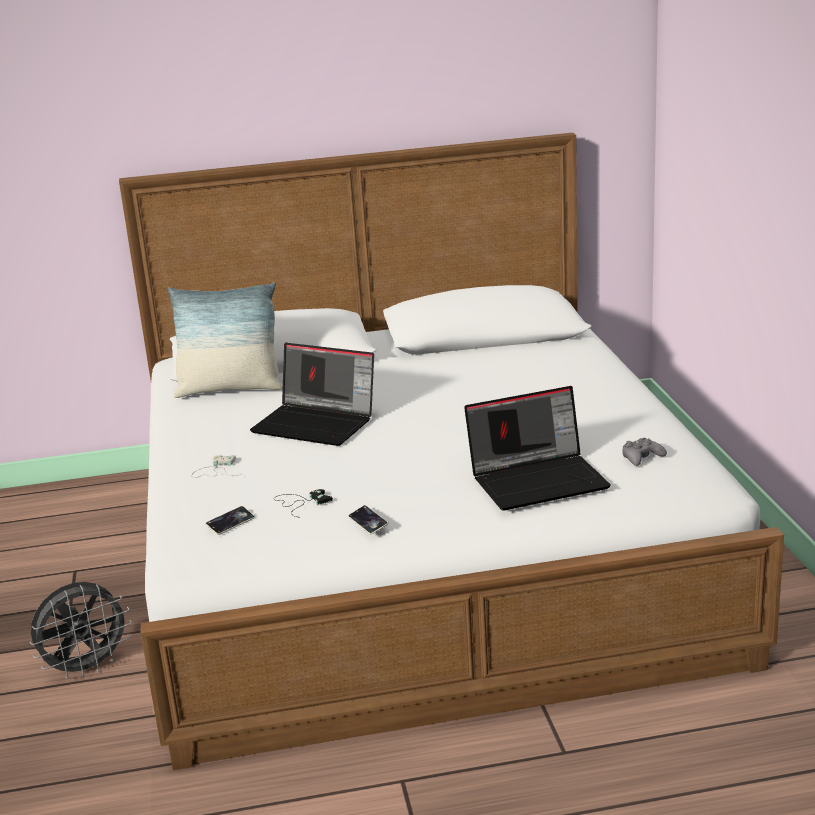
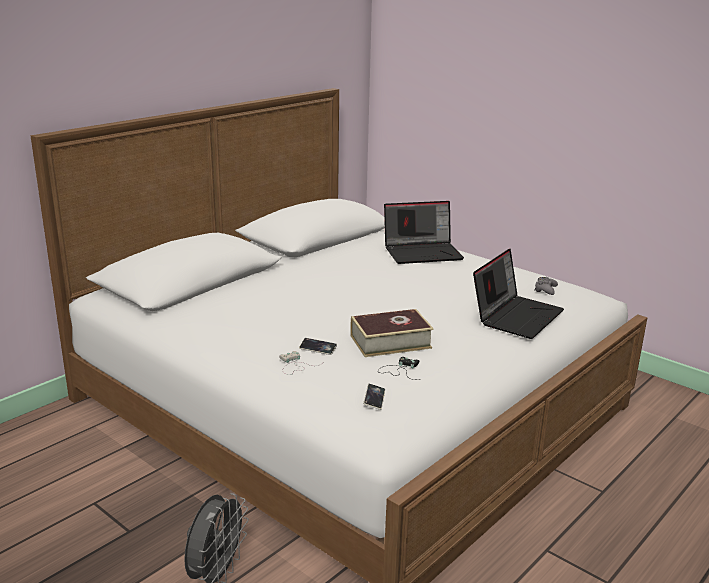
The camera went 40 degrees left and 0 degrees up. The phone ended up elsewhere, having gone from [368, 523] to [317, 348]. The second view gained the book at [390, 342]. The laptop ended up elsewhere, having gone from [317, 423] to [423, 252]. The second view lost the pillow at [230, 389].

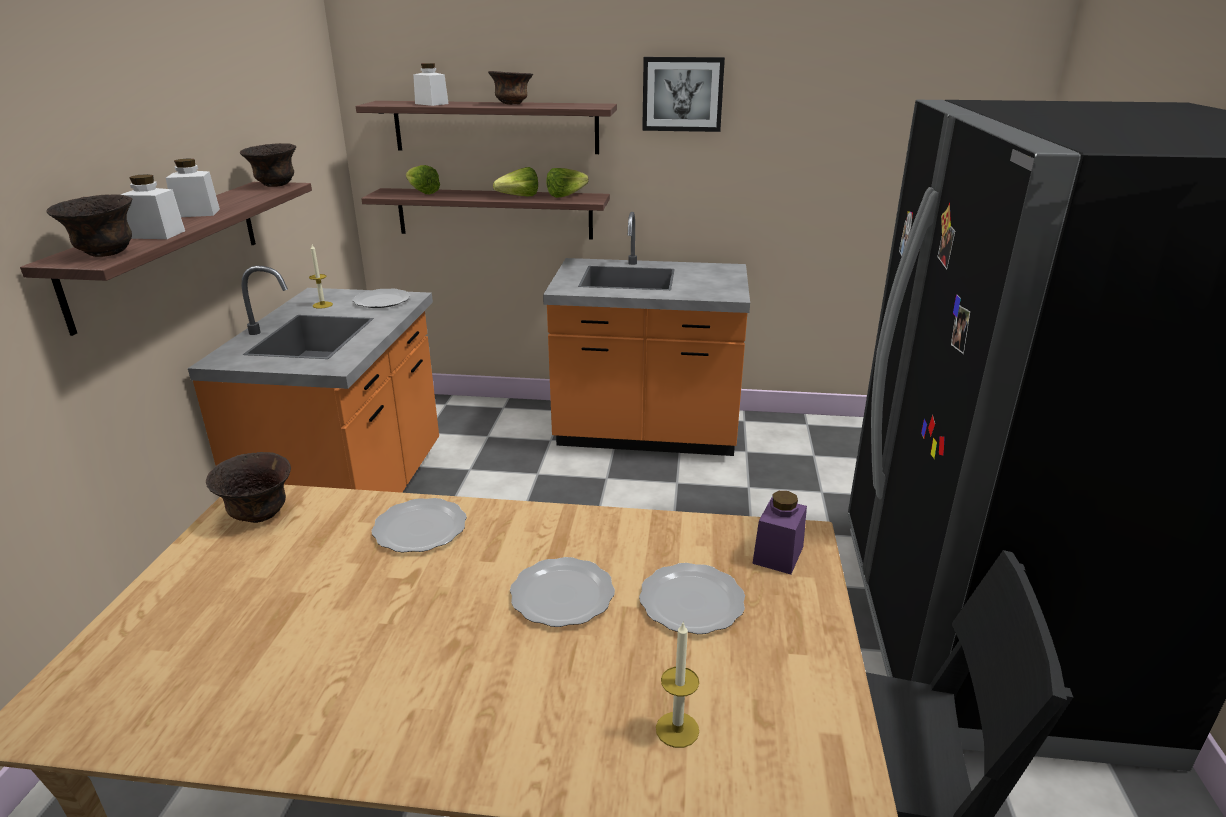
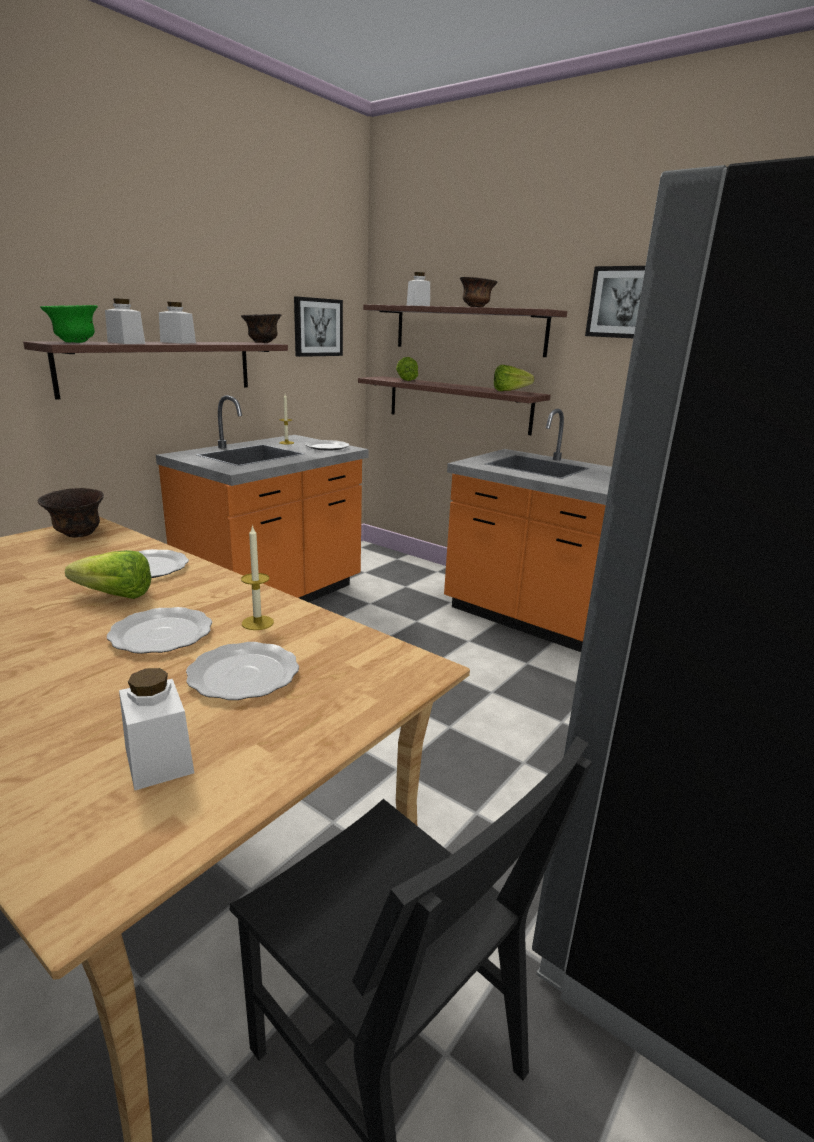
The camera went 30 degrees right and 5 degrees down. What was the bowl (brown) at [105, 253] turned into the bowl (green) at [75, 342]. The lettuce ended up elsewhere, having gone from [515, 197] to [110, 595]. The second view gained the jar (white) at [159, 760]. The candle ended up elsewhere, having gone from [677, 729] to [257, 623]. The second view gained the picture at [317, 327]. The second view lost the jar (purple) at [778, 555].

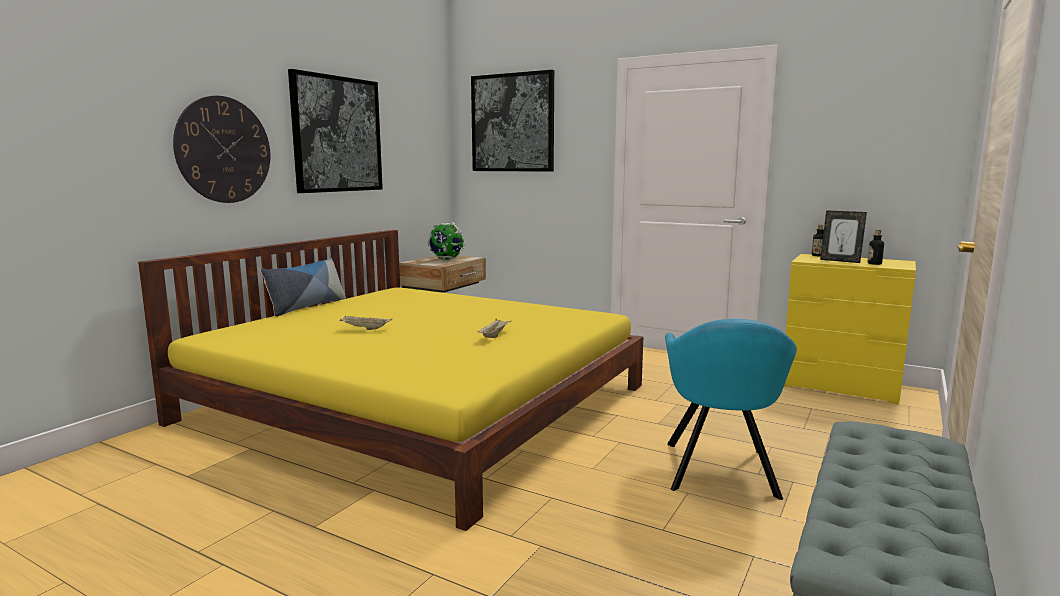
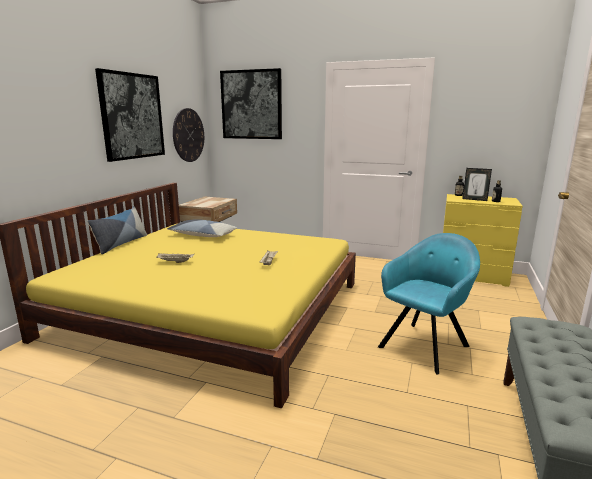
The camera went 10 degrees left and 5 degrees up. The second view gained the pillow at [203, 235]. The wall clock ended up elsewhere, having gone from [224, 150] to [188, 135]. The armchair (turquoise) at [720, 472] ended up facing another way, 135 degrees counterclockwise from before. The second view lost the globe at [446, 259].

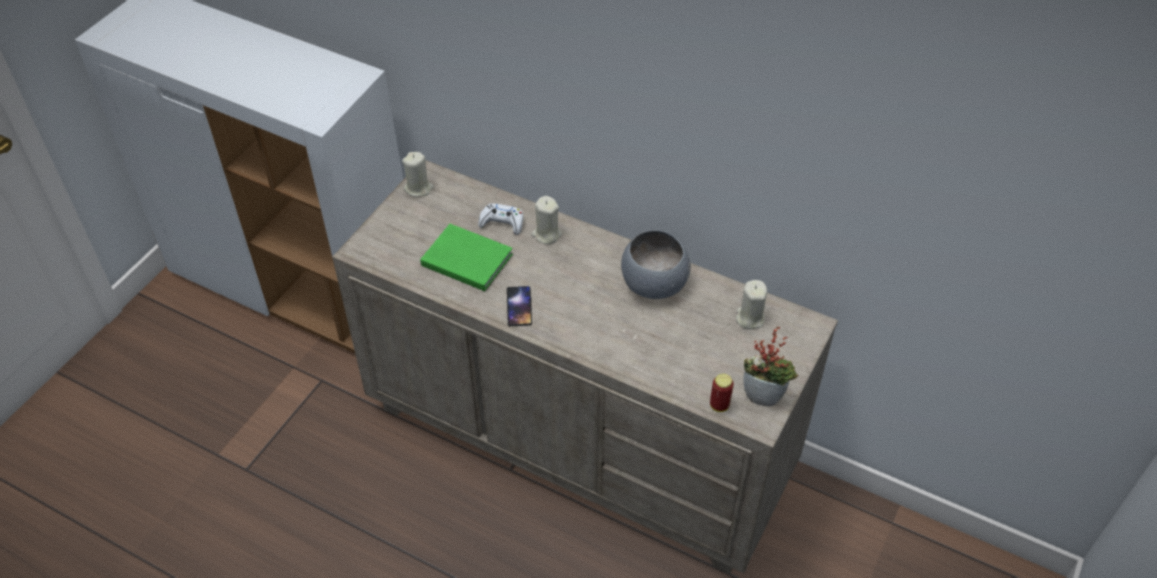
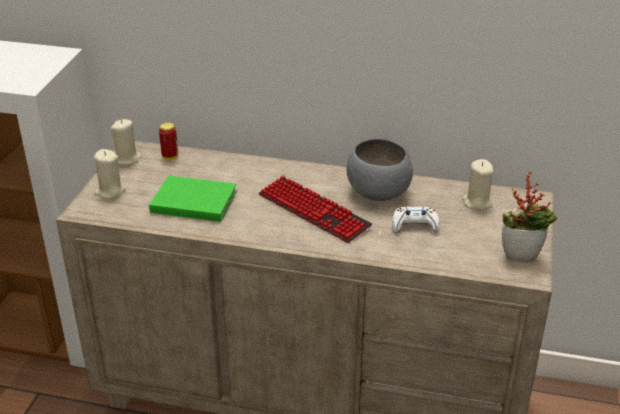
The camera went 15 degrees left and 15 degrees down. The candle (beige) ended up elsewhere, having gone from [546, 234] to [110, 192]. The can ended up elsewhere, having gone from [719, 405] to [170, 157]. The second view gained the keyboard at [313, 211]. The game controller (white) ended up elsewhere, having gone from [502, 223] to [414, 225]. The second view lost the phone at [519, 306].

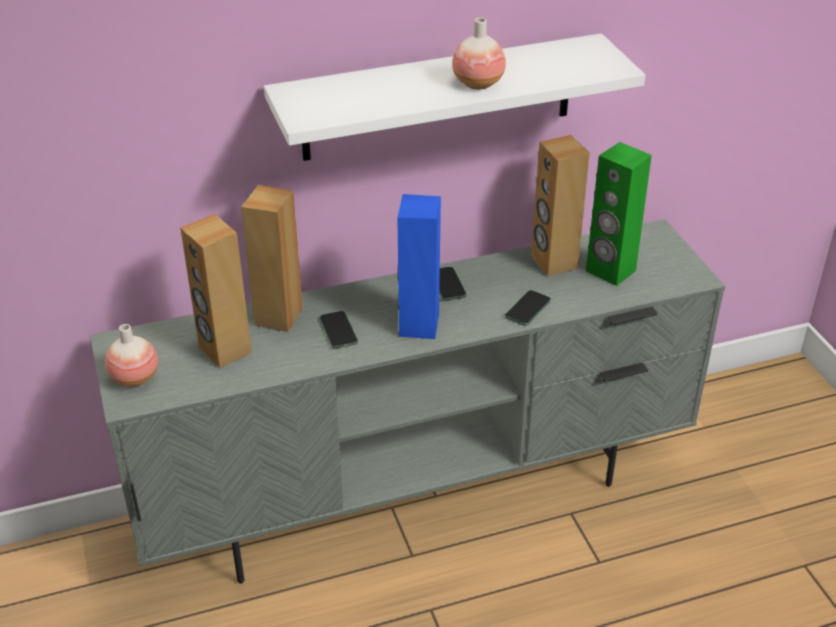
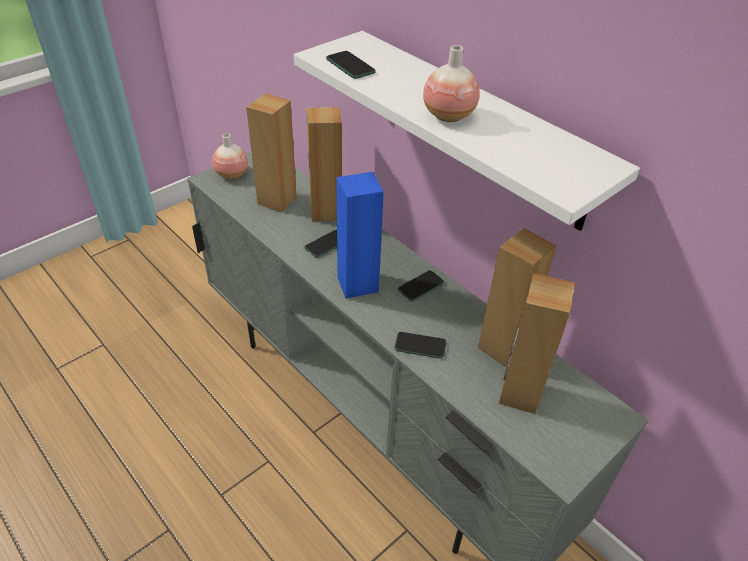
The camera went 65 degrees right and 5 degrees up. The second view gained the phone at [350, 66]. What was the speaker (green) at [610, 271] turned into the speaker (brown) at [519, 393].

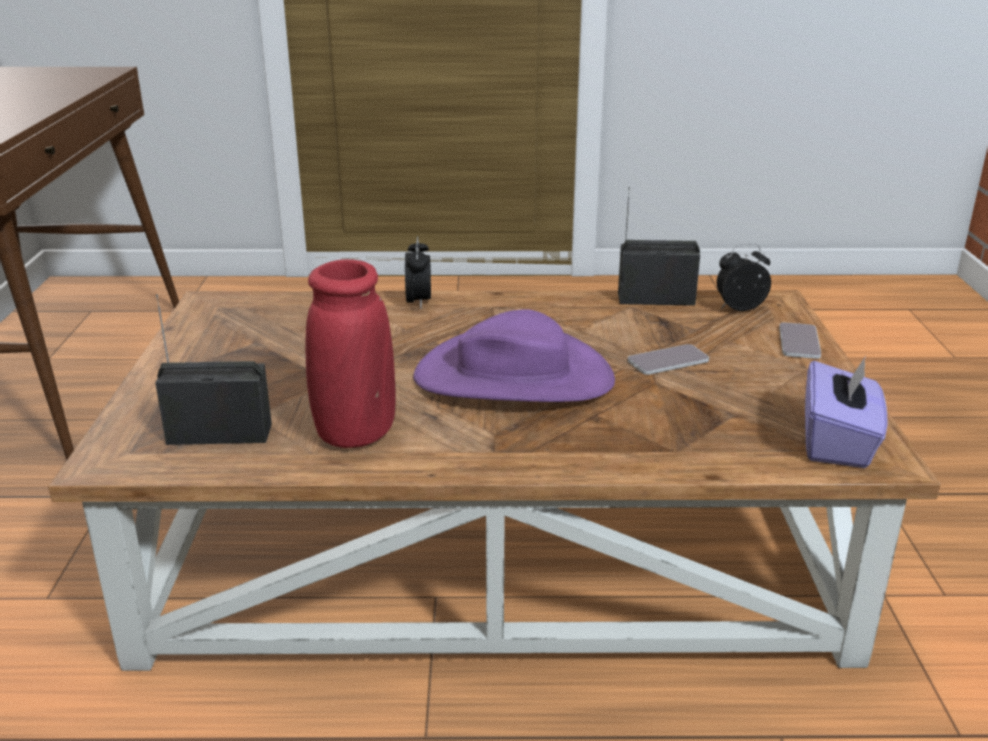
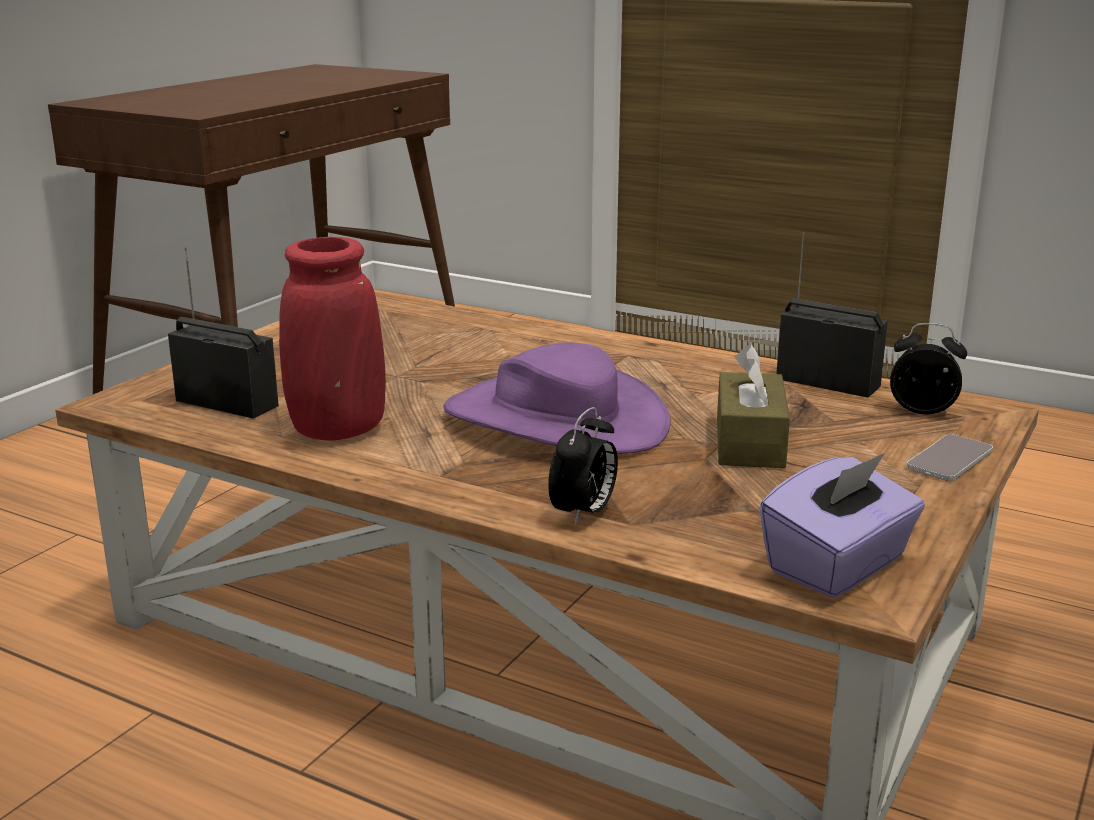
The camera went 30 degrees right and 5 degrees down. The alarm clock ended up elsewhere, having gone from [419, 302] to [583, 514]. Where the phone stood at [668, 361], the tissue box (brown) came to stand at [749, 442].

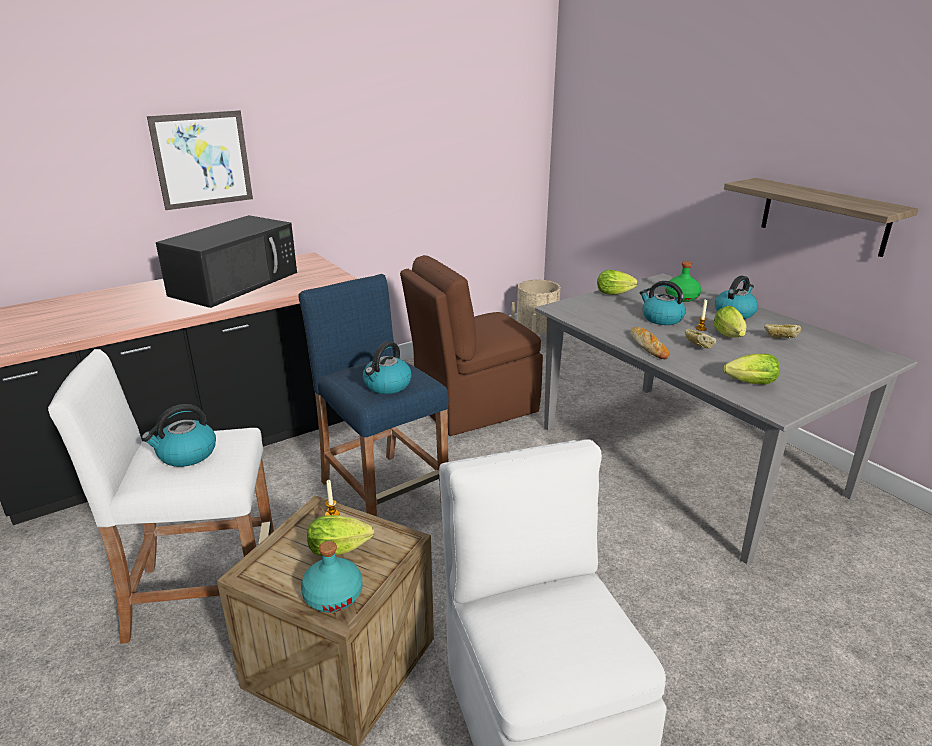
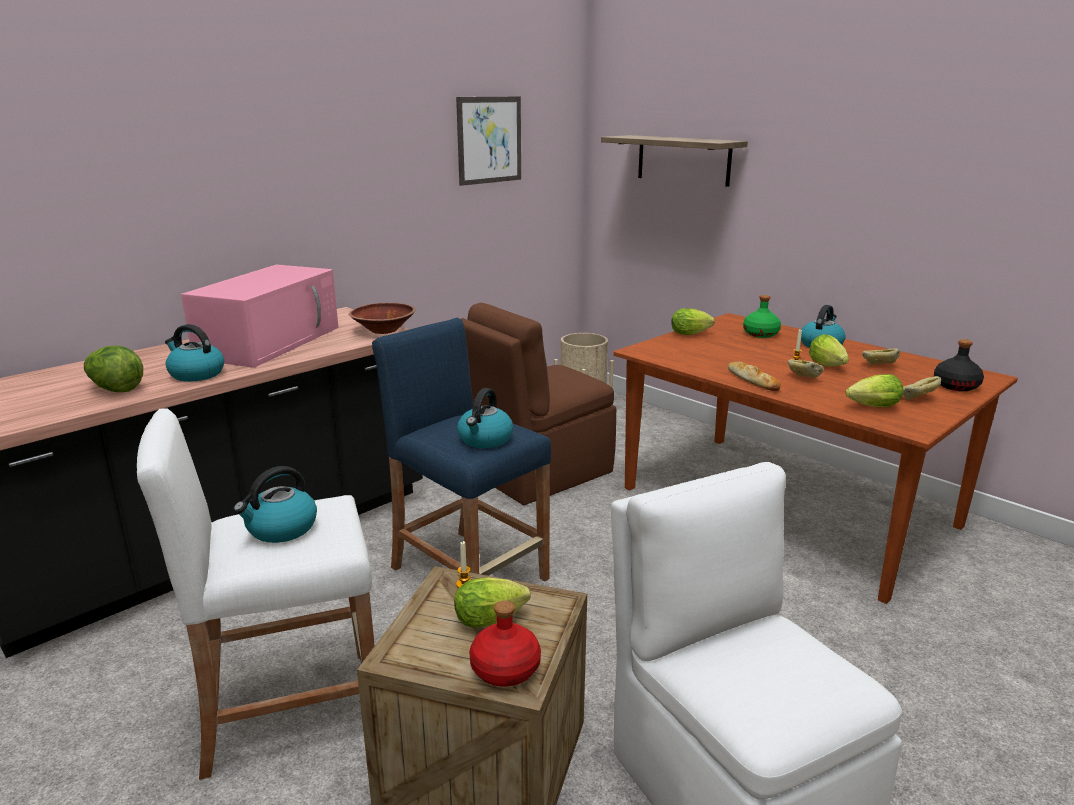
The camera went 10 degrees left and 5 degrees down. The second view gained the lettuce at [115, 389]. The kettle ended up elsewhere, having gone from [661, 319] to [196, 374]. What was the microwave (black) at [236, 283] turned into the microwave (pink) at [271, 341]. The second view gained the bowl (brown) at [384, 330]. The picture ended up elsewhere, having gone from [202, 159] to [489, 140]. What was the bottle (turquoise) at [333, 595] turned into the bottle (red) at [505, 668]. The shelf ended up elsewhere, having gone from [824, 216] to [683, 160]. What was the dining table (grey) at [688, 460] turned into the dining table (brown) at [788, 506]. The second view gained the bread at [918, 399]. The second view gained the bottle (black) at [956, 386].

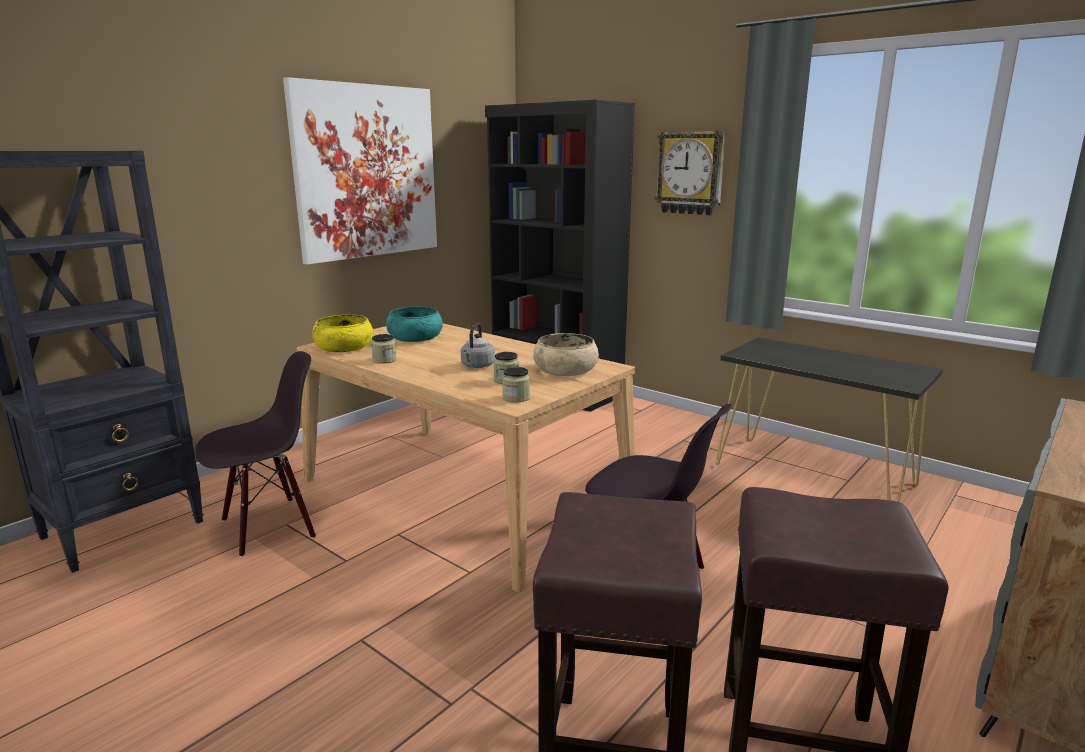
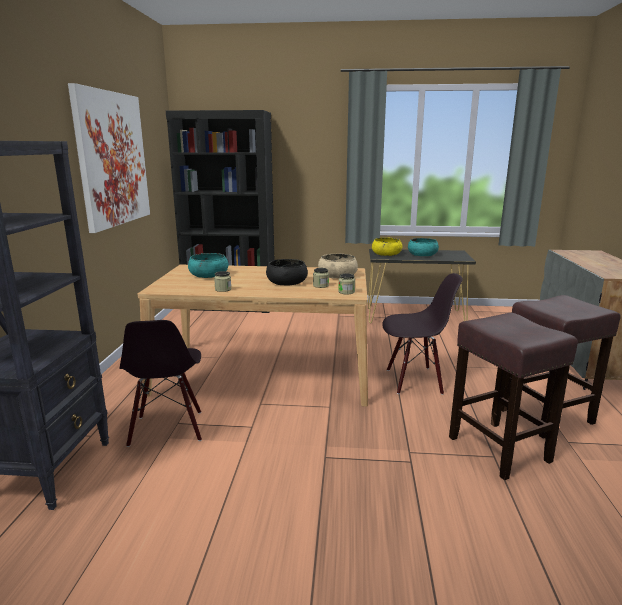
The camera went 35 degrees left and 0 degrees up. The chair (black) at [269, 527] ended up facing another way, 150 degrees clockwise from before. Where the kettle (grey) stood at [477, 366], the bowl (black) came to stand at [287, 282]. The bowl (yellow) ended up elsewhere, having gone from [344, 348] to [386, 254]. The second view gained the bowl (turquoise) at [422, 254]. The second view lost the wall clock at [690, 173].

